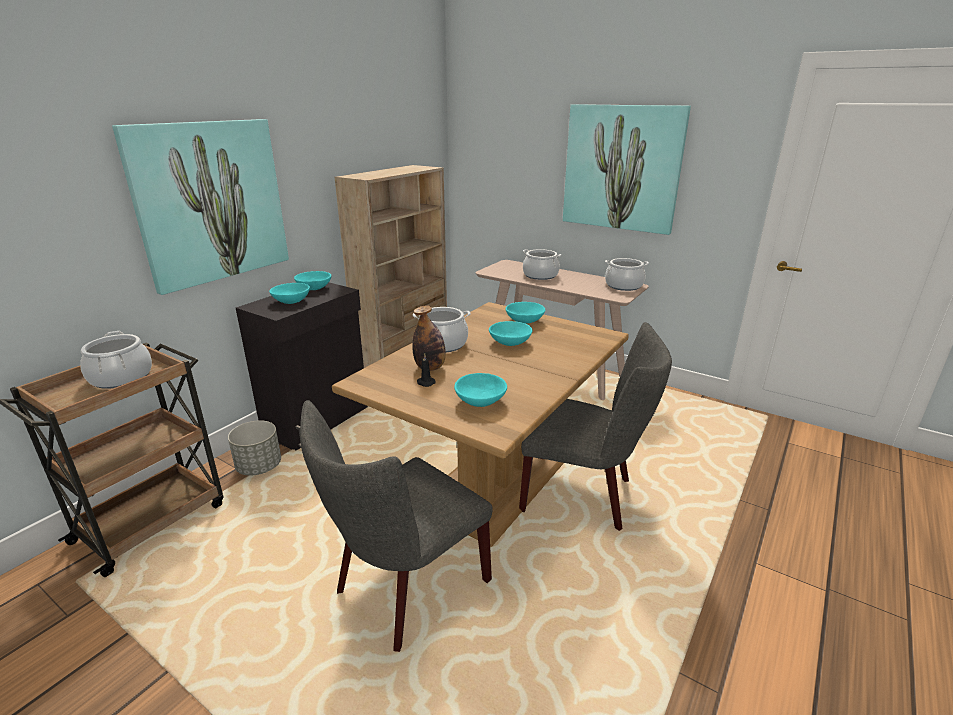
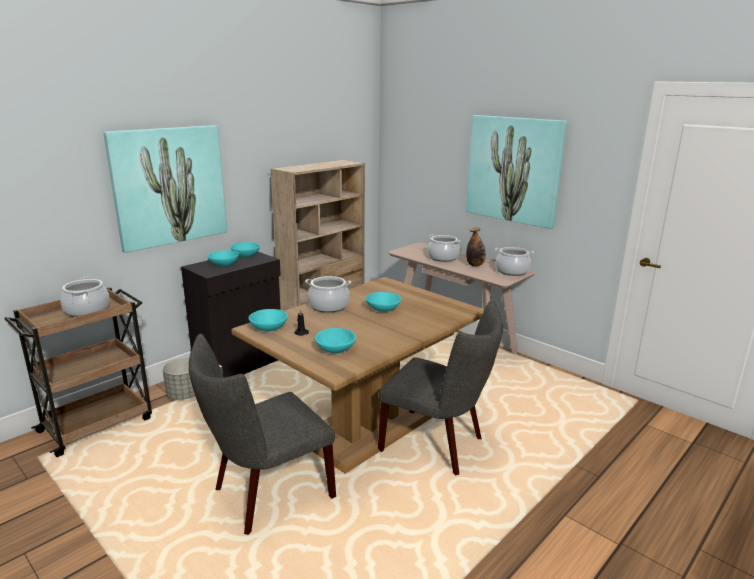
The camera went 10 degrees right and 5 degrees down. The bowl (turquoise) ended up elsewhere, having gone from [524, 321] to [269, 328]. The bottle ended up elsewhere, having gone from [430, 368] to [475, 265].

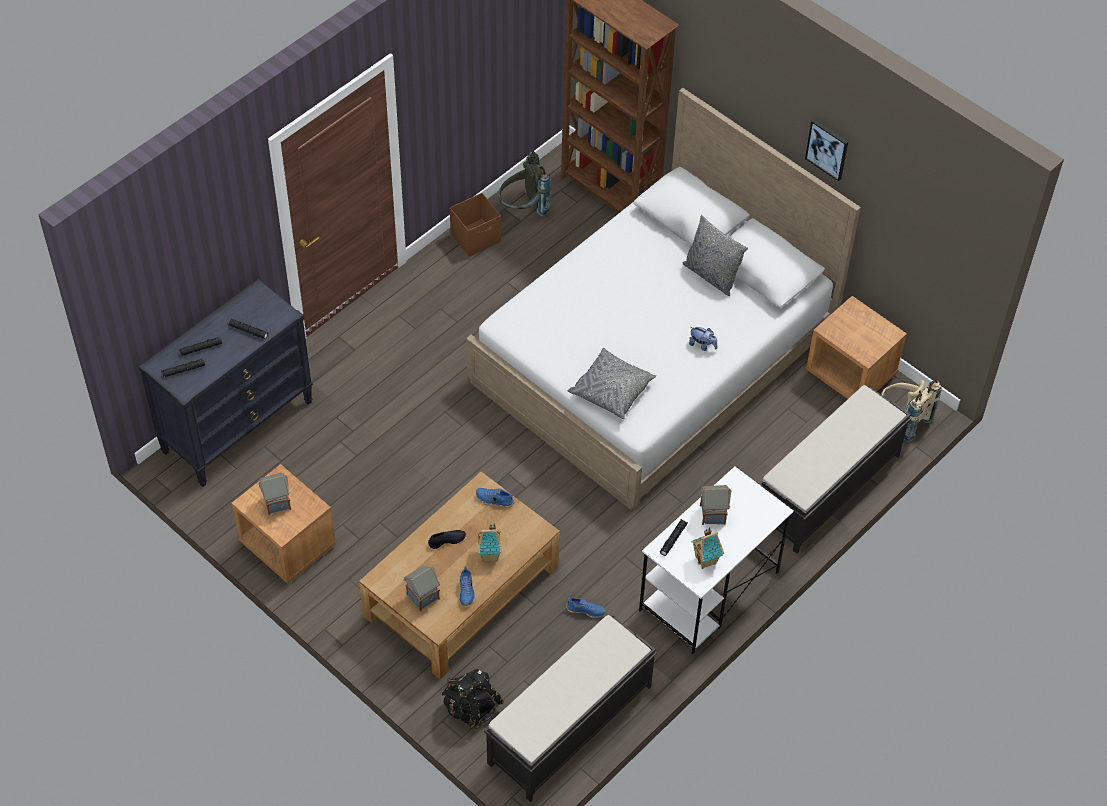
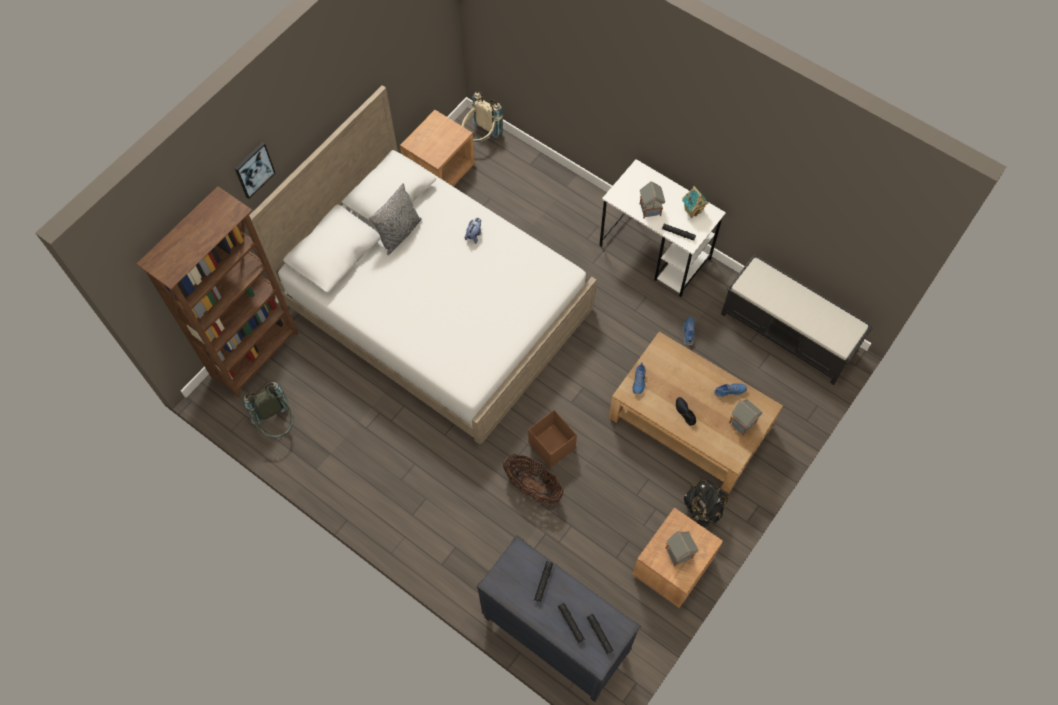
The camera went 95 degrees left and 10 degrees up. The picture ended up elsewhere, having gone from [827, 149] to [254, 169]. The second view gained the basket at [533, 486]. The storage box (brown) ended up elsewhere, having gone from [476, 238] to [551, 445]. The backpack (black) ended up elsewhere, having gone from [472, 709] to [702, 508]. The second view lost the toy house at [490, 555]. The second view lost the pillow (grey) at [611, 390]. The second view lost the bench (black) at [826, 489].

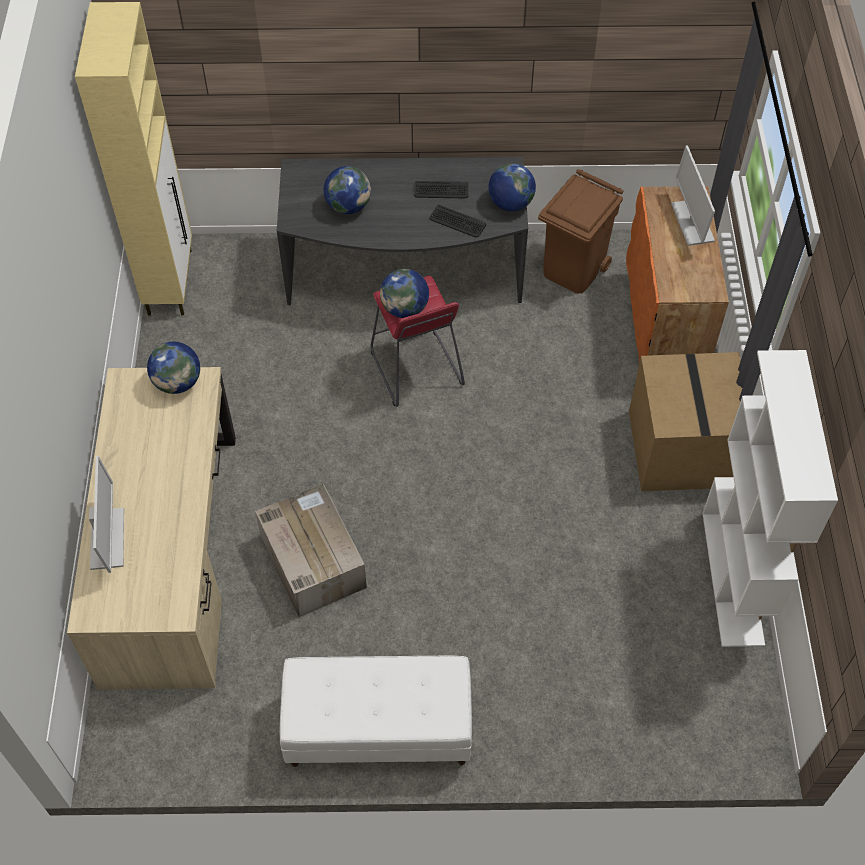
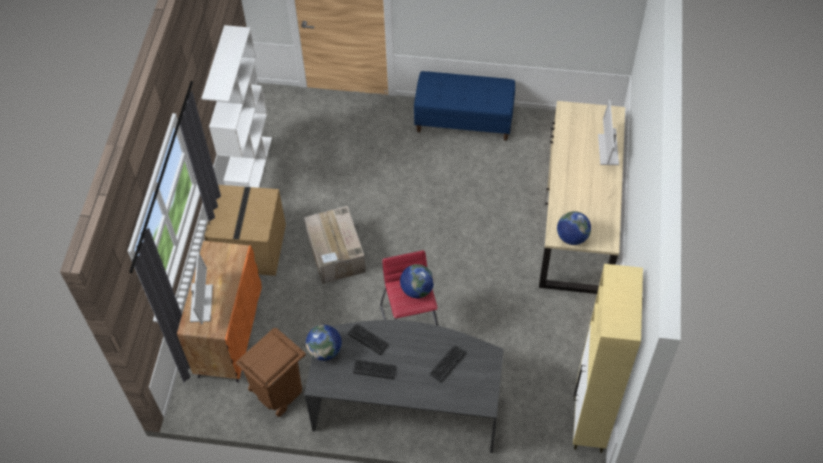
The camera went 170 degrees left and 0 degrees up. The cardboard box ended up elsewhere, having gone from [312, 560] to [336, 253]. What was the bench (white) at [378, 730] turned into the bench (blue) at [464, 120]. Where the globe stood at [348, 206], the keyboard came to stand at [447, 363].

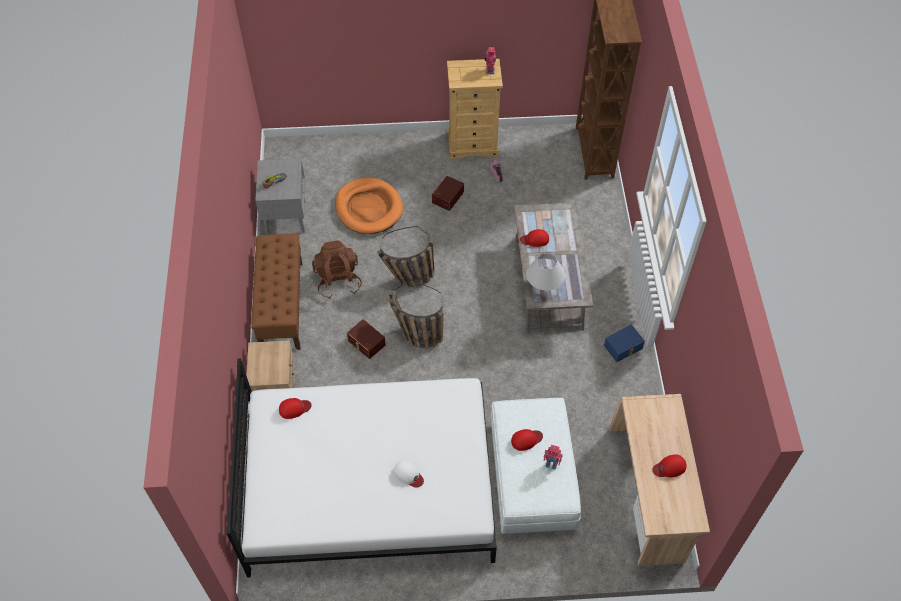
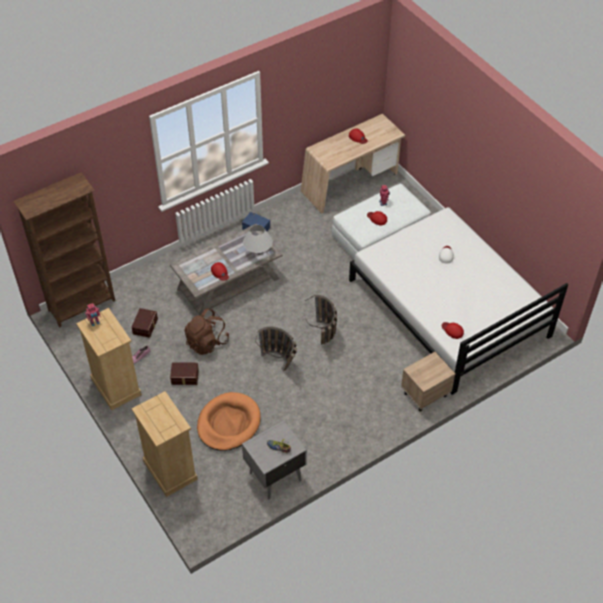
The camera went 120 degrees left and 5 degrees down. The second view gained the dresser (beige) at [170, 470]. The storage box (brown) ended up elsewhere, having gone from [366, 343] to [146, 326]. The backpack (brown) ended up elsewhere, having gone from [338, 280] to [207, 342]. The second view lost the bench (brown) at [282, 305].

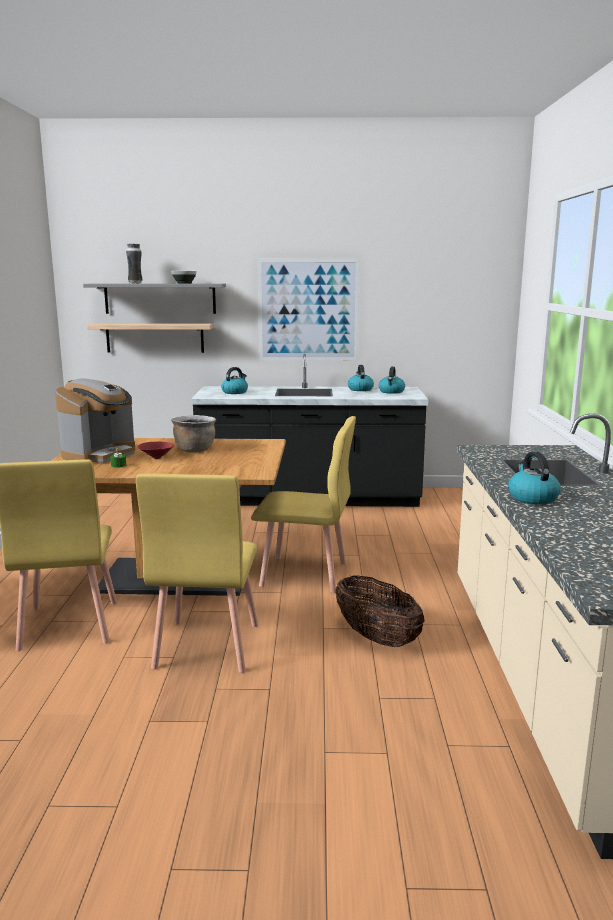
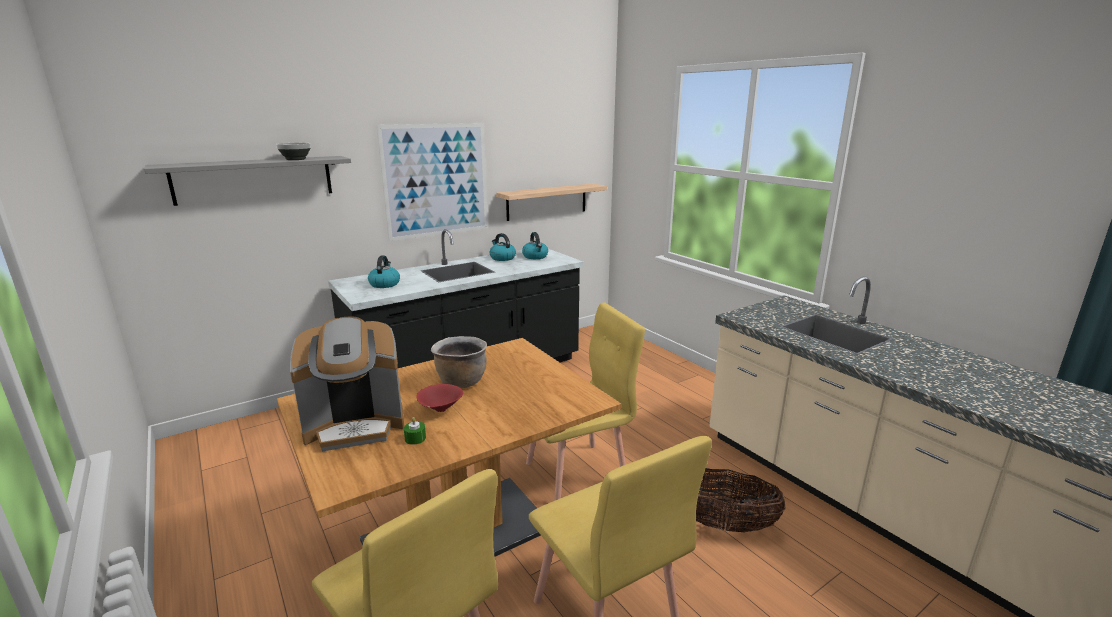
The camera went 35 degrees left and 5 degrees up. The coffee machine at [100, 454] ended up facing another way, 75 degrees clockwise from before. The shelf ended up elsewhere, having gone from [155, 337] to [547, 201]. The second view lost the vase at [135, 283]. The second view lost the kettle at [532, 497].

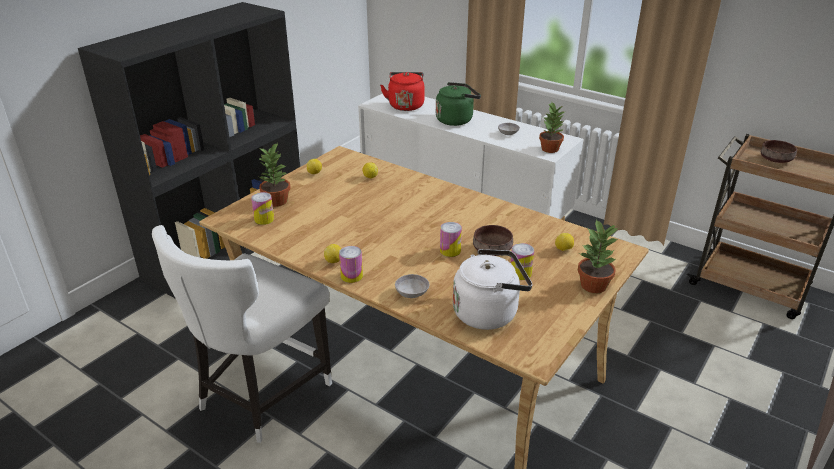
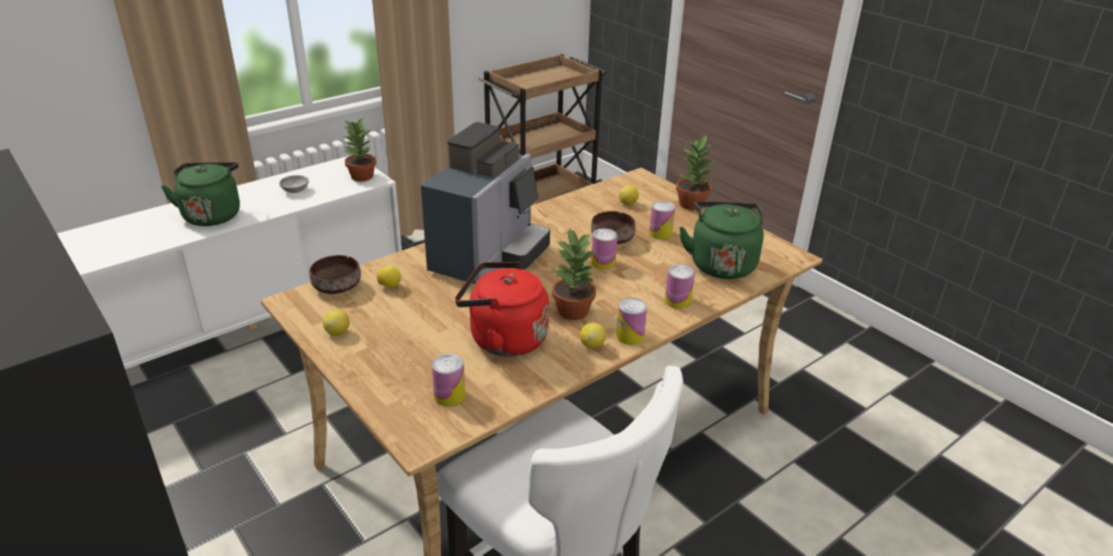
The camera went 75 degrees left and 0 degrees up. The bowl (brown) ended up elsewhere, having gone from [774, 159] to [336, 287]. The second view gained the coffee machine at [489, 256]. The kettle (red) ended up elsewhere, having gone from [406, 105] to [503, 339]. The potted plant ended up elsewhere, having gone from [277, 201] to [573, 310]. Where the bowl (grey) stood at [412, 293], the can came to stand at [677, 301]. What was the kettle (white) at [489, 312] turned into the kettle (green) at [721, 263].

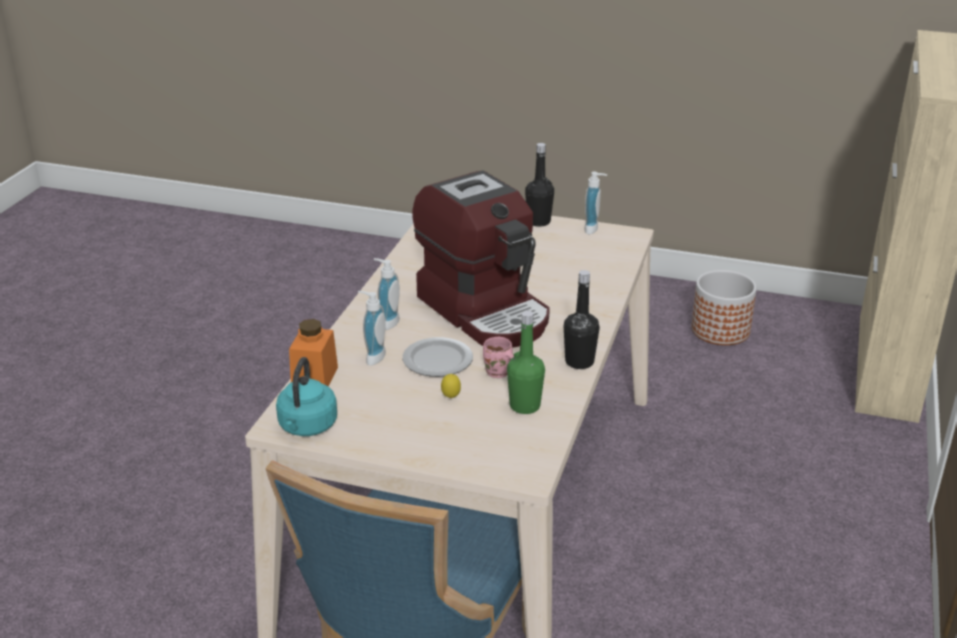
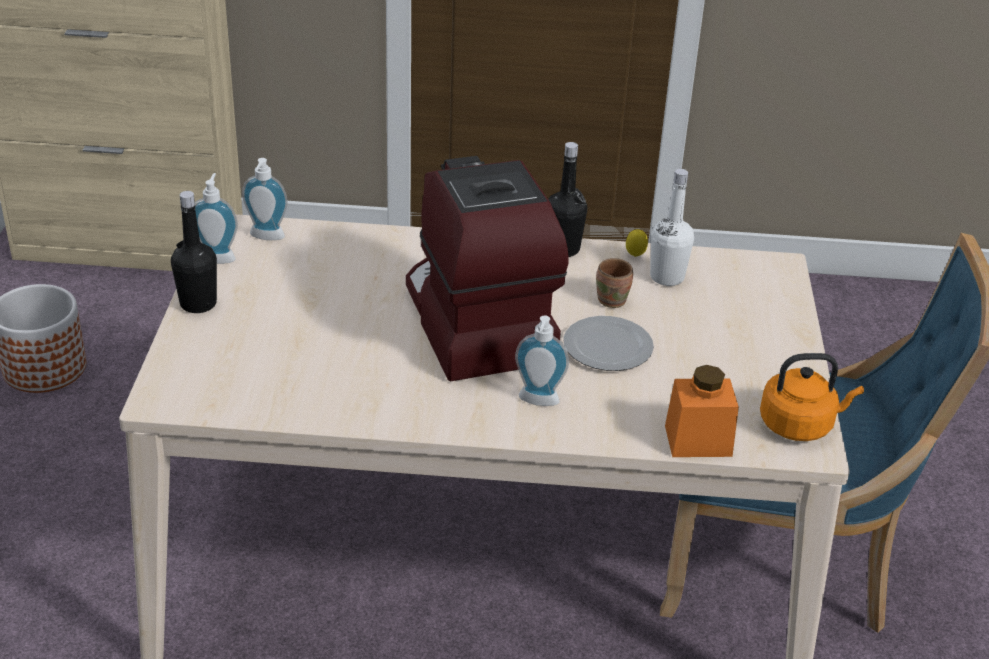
The camera went 105 degrees left and 5 degrees up. The soap dispenser ended up elsewhere, having gone from [372, 357] to [266, 237]. The coffee machine at [486, 311] ended up facing another way, 60 degrees counterclockwise from before. What was the mug (pink) at [498, 373] turned into the mug (brown) at [614, 300]. The lemon ended up elsewhere, having gone from [451, 397] to [635, 256]. What was the bottle (green) at [525, 406] turned into the bottle (white) at [667, 277]. What was the kettle (turquoise) at [307, 427] turned into the kettle (orange) at [800, 425].

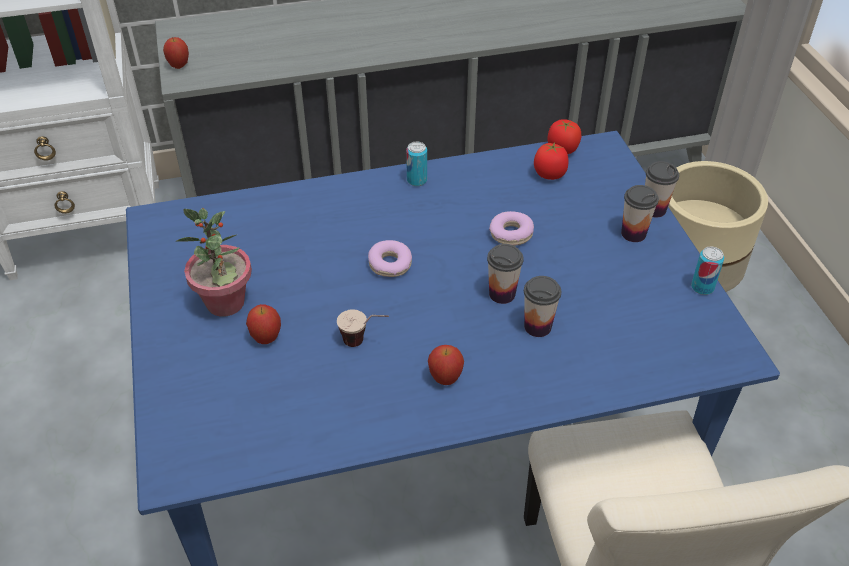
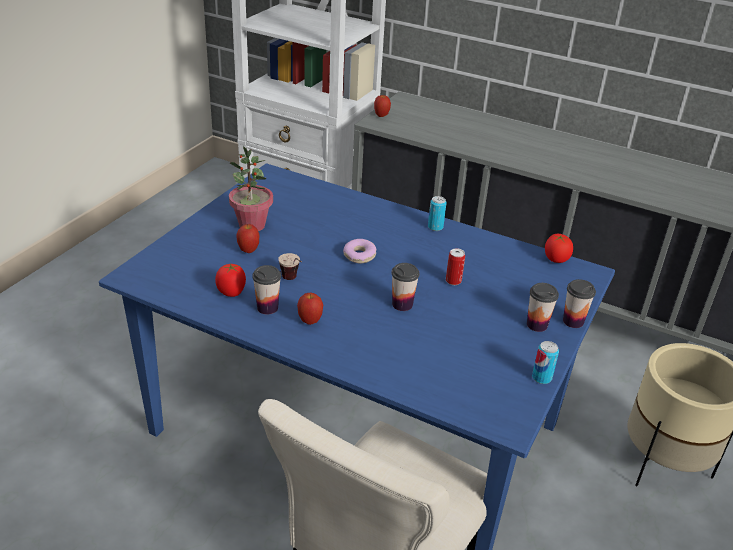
The camera went 40 degrees right and 10 degrees down. The tomato ended up elsewhere, having gone from [549, 174] to [231, 292]. The cup ended up elsewhere, having gone from [537, 327] to [267, 308]. Where the donut stood at [511, 234], the can came to stand at [453, 281].

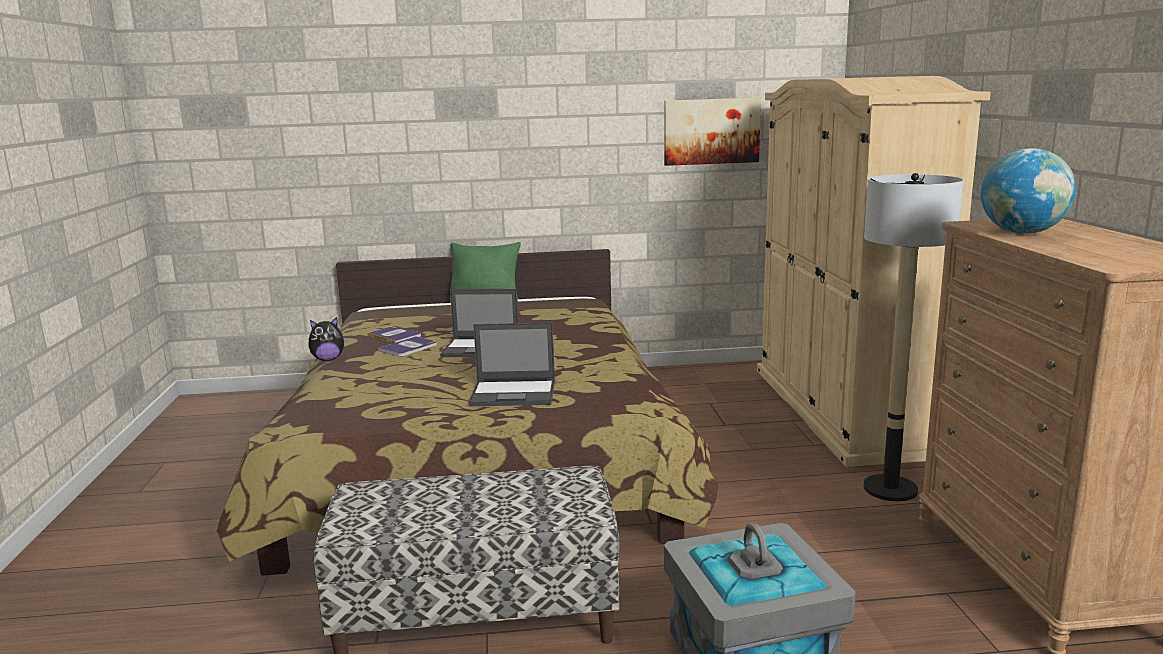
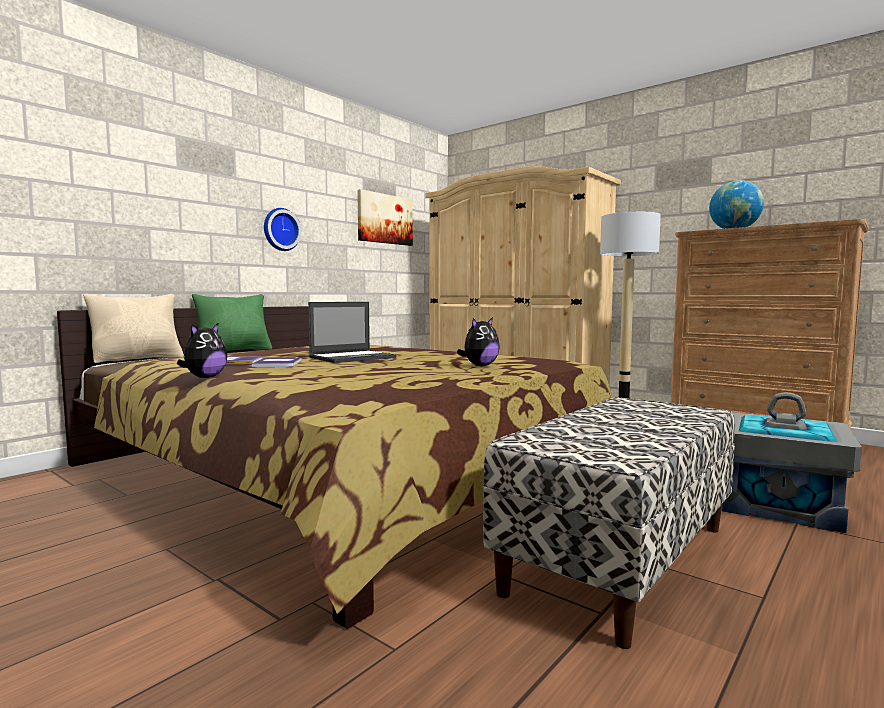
The camera went 45 degrees left and 10 degrees down. The second view gained the pillow (beige) at [138, 360]. The second view gained the wall clock at [280, 229]. Where the laptop stood at [514, 393], the plush toy came to stand at [480, 366].

